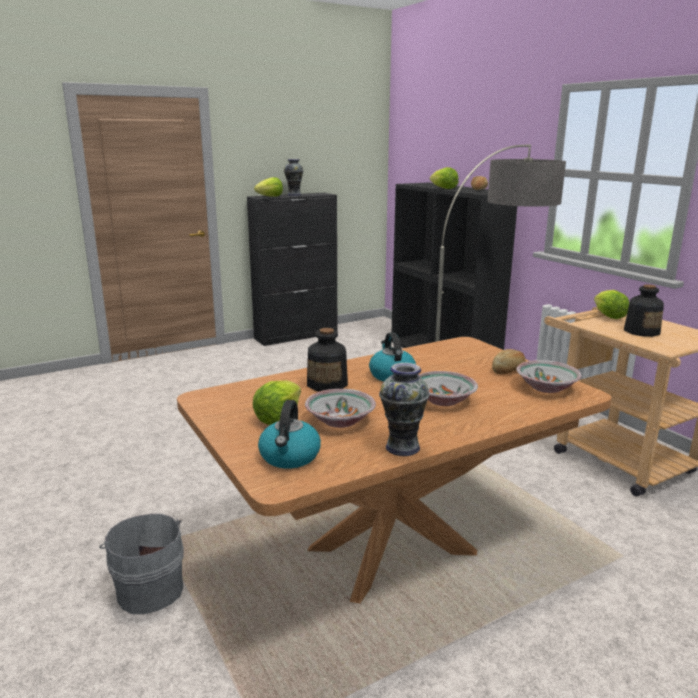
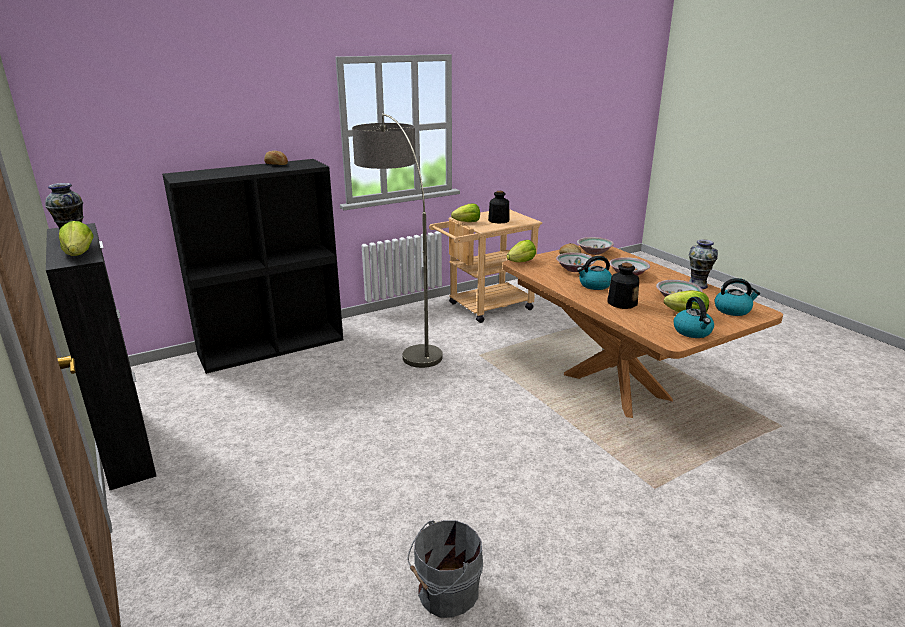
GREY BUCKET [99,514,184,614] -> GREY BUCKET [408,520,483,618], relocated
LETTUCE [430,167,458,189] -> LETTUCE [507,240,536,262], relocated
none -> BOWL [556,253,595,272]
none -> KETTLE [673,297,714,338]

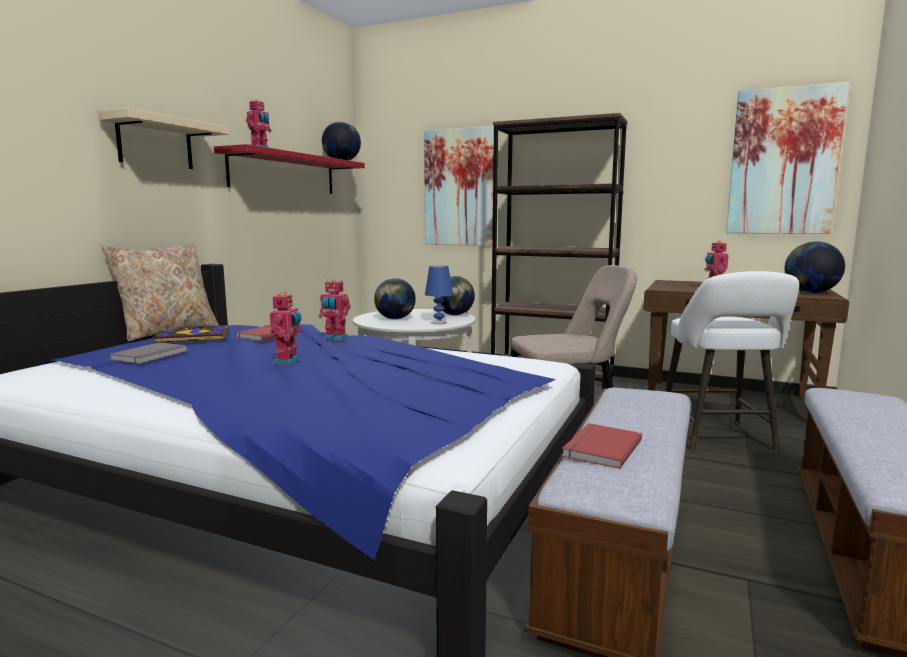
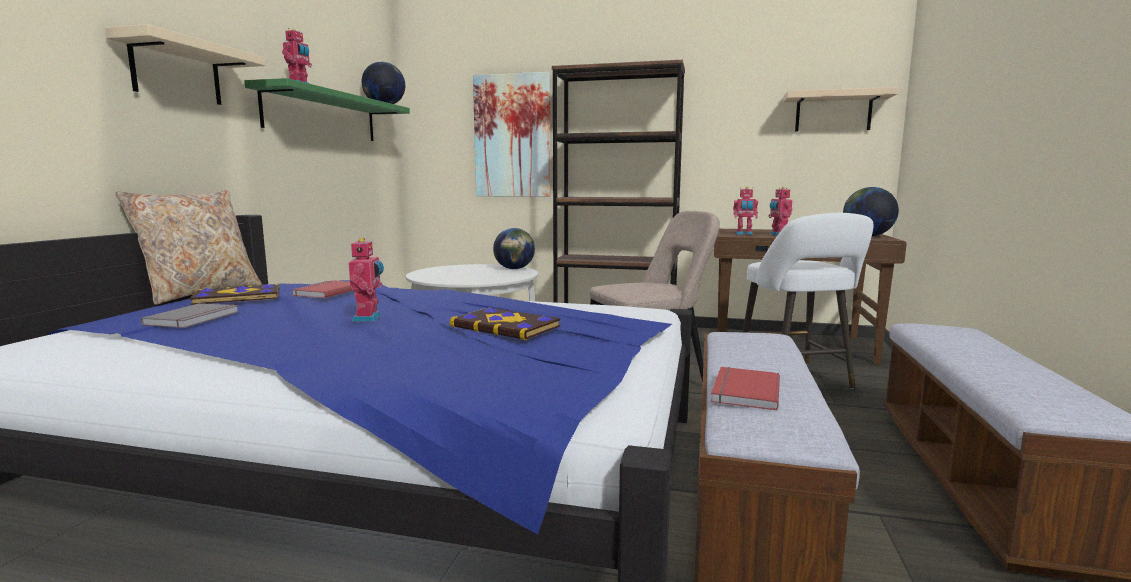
RED SHELF [214,144,365,194] -> GREEN SHELF [244,78,410,141]
none -> BOOK [450,307,561,340]
TOY ROBOT [318,279,351,340] -> TOY ROBOT [733,187,758,235], relocated
PICTURE [726,82,849,234] -> BEIGE SHELF [783,87,899,132]
GLOBE [374,278,416,319] -> none
BLUE TABLE LAMP [425,266,453,324] -> none

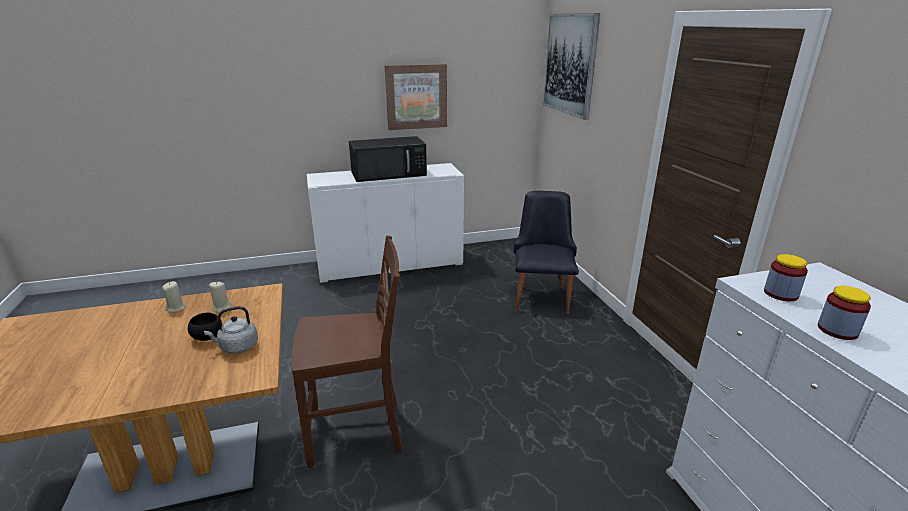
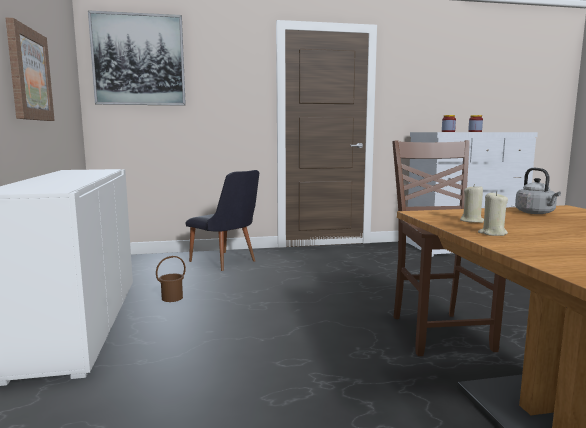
none -> BROWN BUCKET [156,256,186,302]
BLACK CHAIR [514,191,579,314] -> BLACK CHAIR [186,170,259,271], 150 degrees counterclockwise
BLACK BOWL [188,313,222,341] -> none
BLACK MICROWAVE [349,136,427,182] -> none

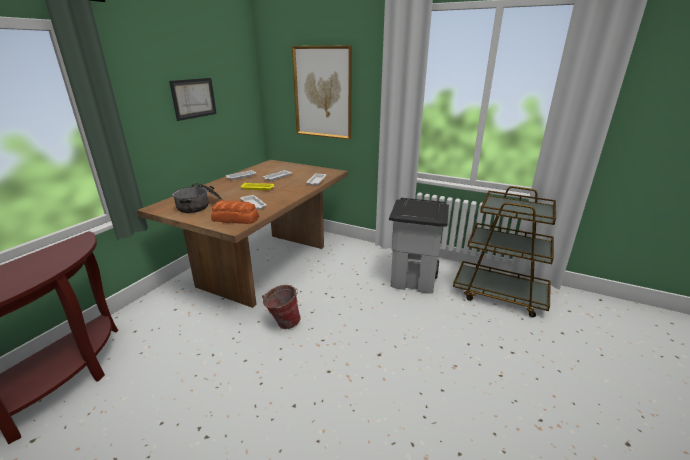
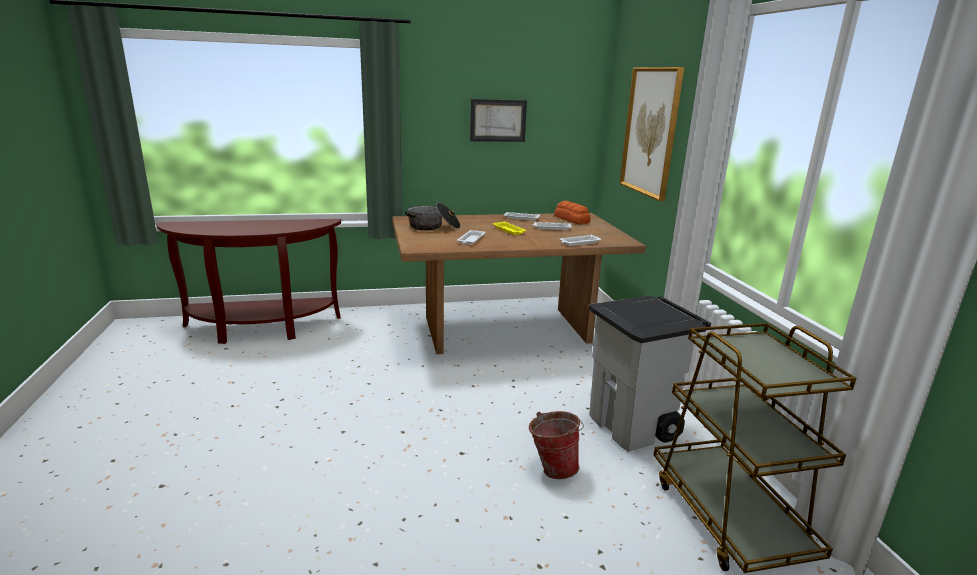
BUCKET [262,285,301,329] -> BUCKET [529,411,584,479], relocated
BREAD [211,200,259,224] -> BREAD [554,201,591,224], relocated

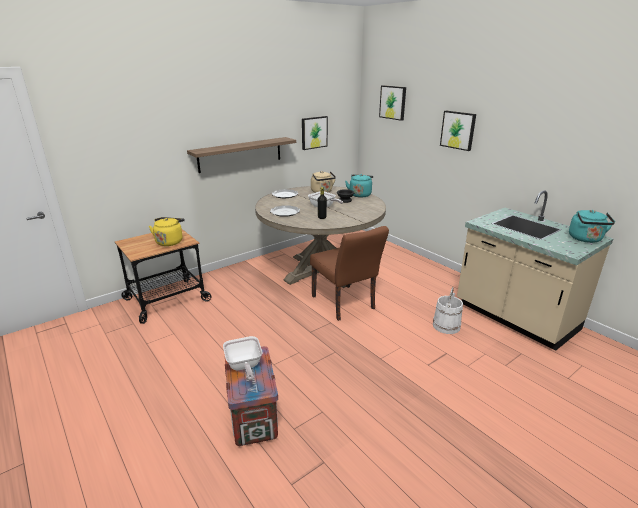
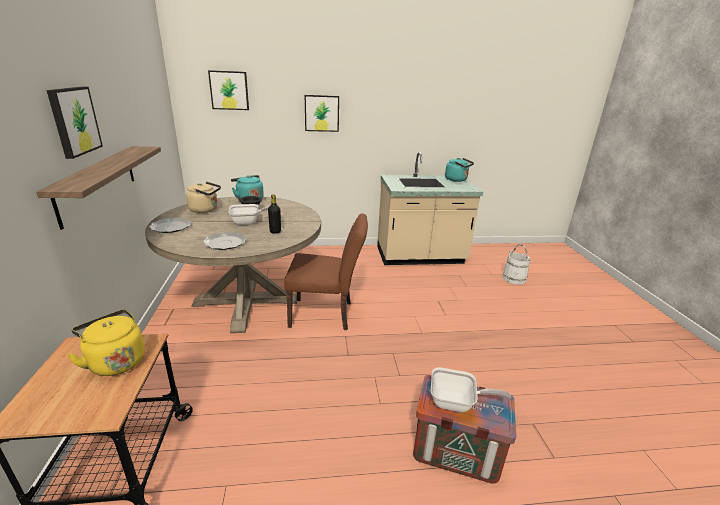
PICTURE [302,116,328,150] -> PICTURE [47,86,103,159], relocated
WHITE BUCKET [433,287,463,334] -> WHITE BUCKET [502,244,531,285], relocated

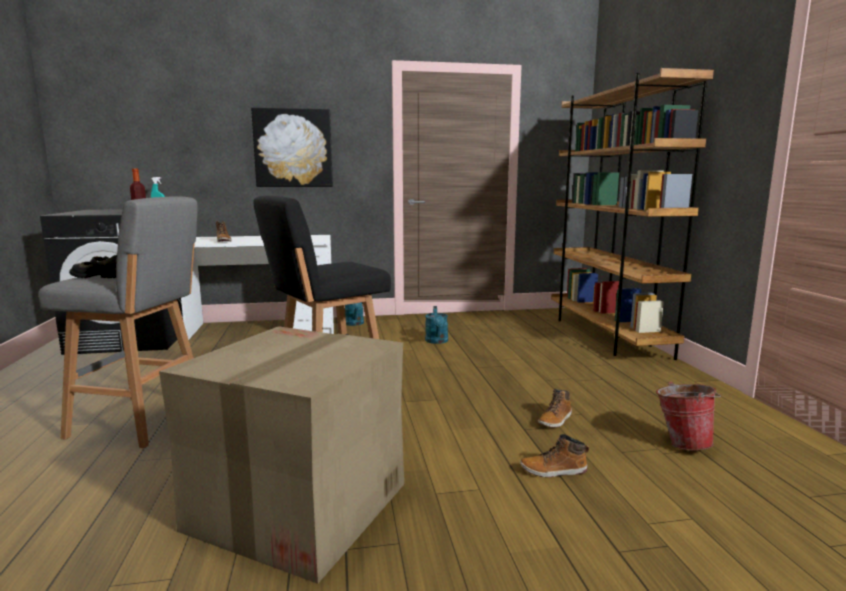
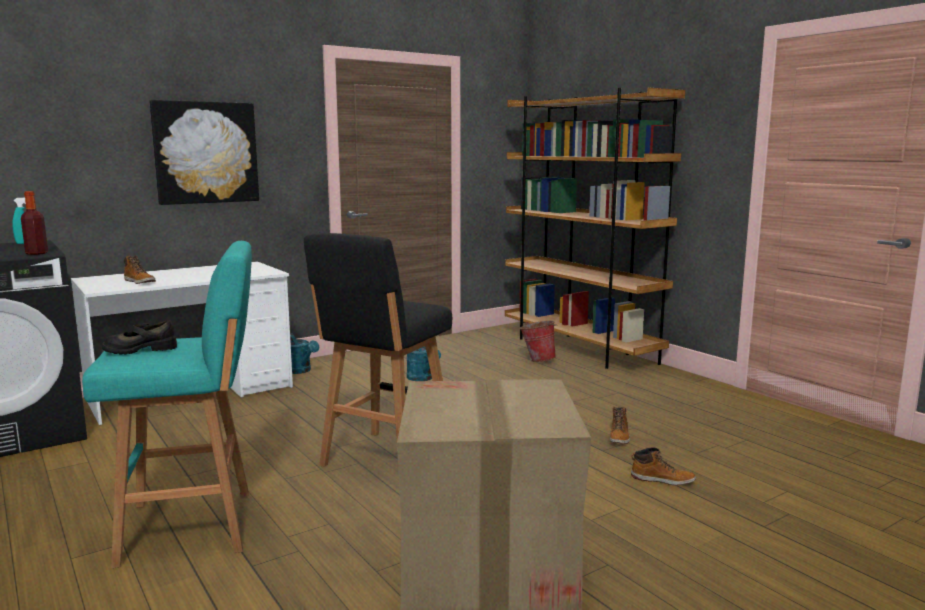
GREY STOOL [38,197,198,448] -> TURQUOISE STOOL [82,241,252,568]
BUCKET [656,382,721,451] -> BUCKET [520,321,556,362], relocated
BOOT [520,434,589,478] -> BOOT [631,447,696,485], 135 degrees counterclockwise

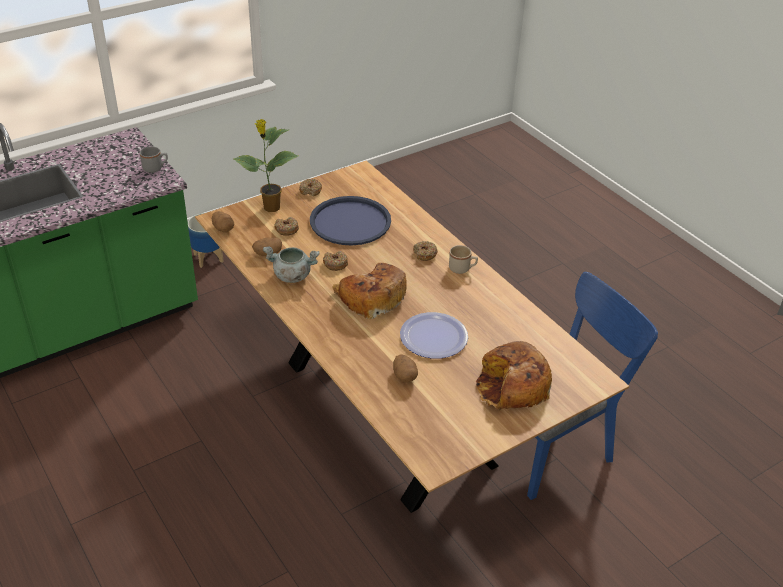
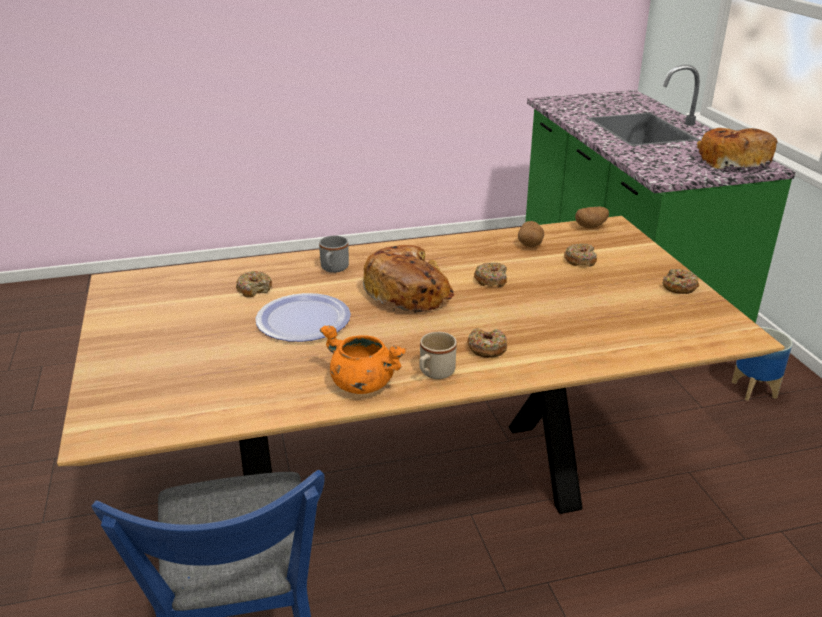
POTATO [393,354,418,383] -> DONUT [236,271,272,297]
GREY MUG [140,146,168,173] -> GREY MUG [319,236,349,273], relocated
none -> ORANGE COOKING POT [320,325,406,394]
BREAD [476,341,552,410] -> BREAD [697,128,778,169], relocated
POTTED PLANT [234,119,298,212] -> none
GREY COOKING POT [263,247,319,283] -> none
BLUE TRAY [310,196,391,245] -> none

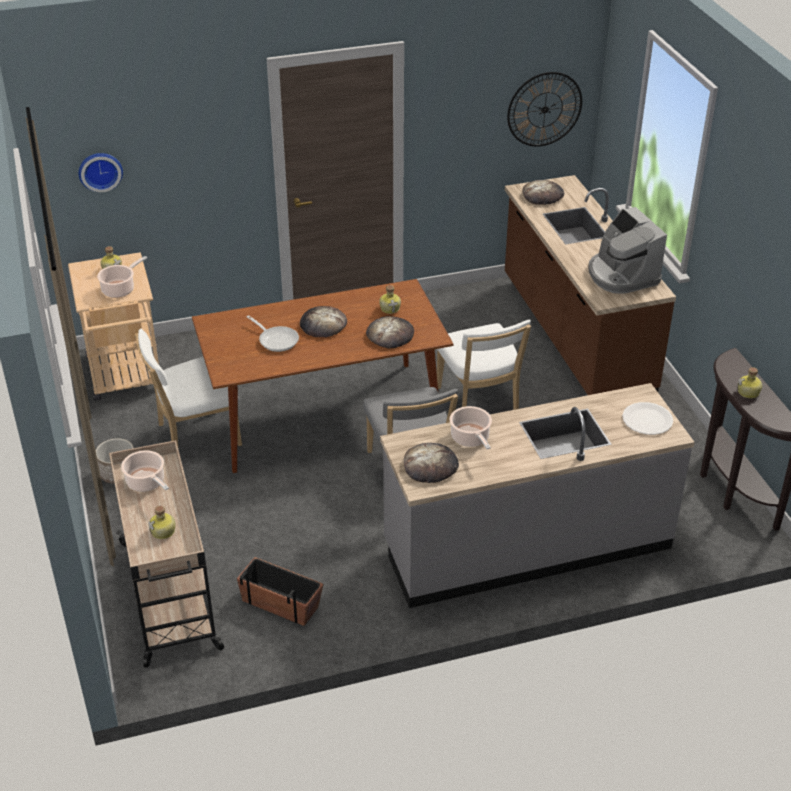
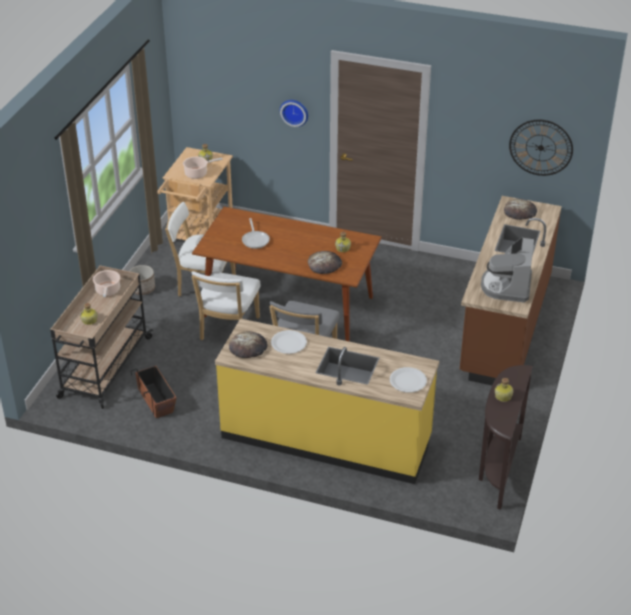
WHITE CHAIR [437,320,531,410] -> WHITE CHAIR [191,271,260,340], relocated
GREY COUNTER [380,383,695,608] -> YELLOW COUNTER [215,318,439,484]
COOKING POT [450,406,492,449] -> WHITE PLATE [271,330,307,354]
WALL CLOCK [79,153,123,192] -> WALL CLOCK [280,100,308,127], relocated
BREAD [300,306,347,337] -> none

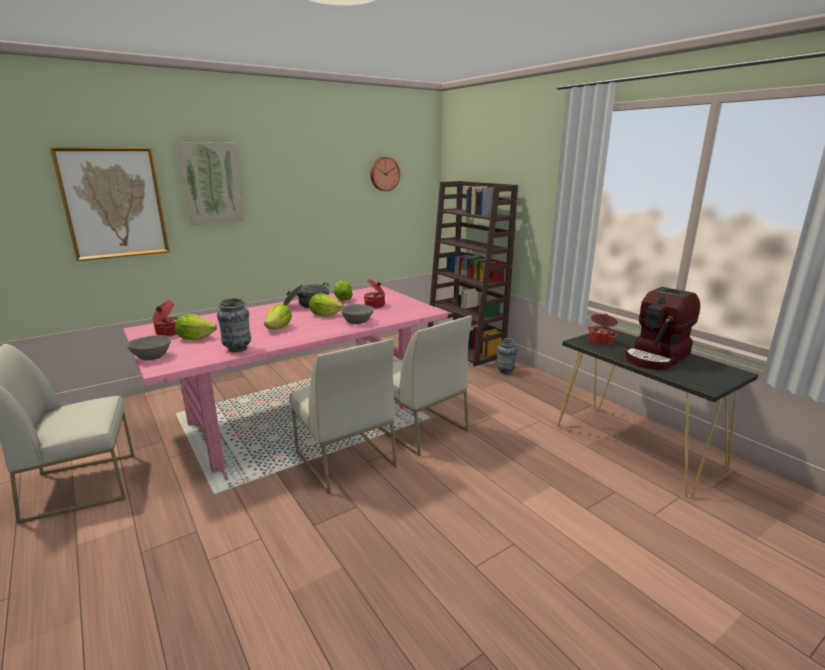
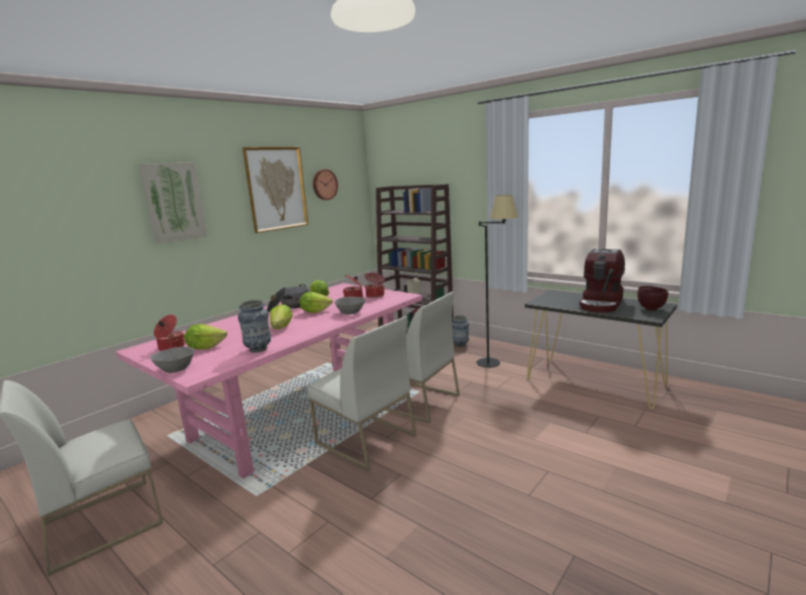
PICTURE [50,147,170,261] -> PICTURE [242,147,308,233], relocated
COOKING POT [587,314,618,345] -> COOKING POT [365,273,385,298], relocated
none -> BLACK FLOOR LAMP [476,195,518,368]
none -> BROWN BOWL [637,286,668,311]

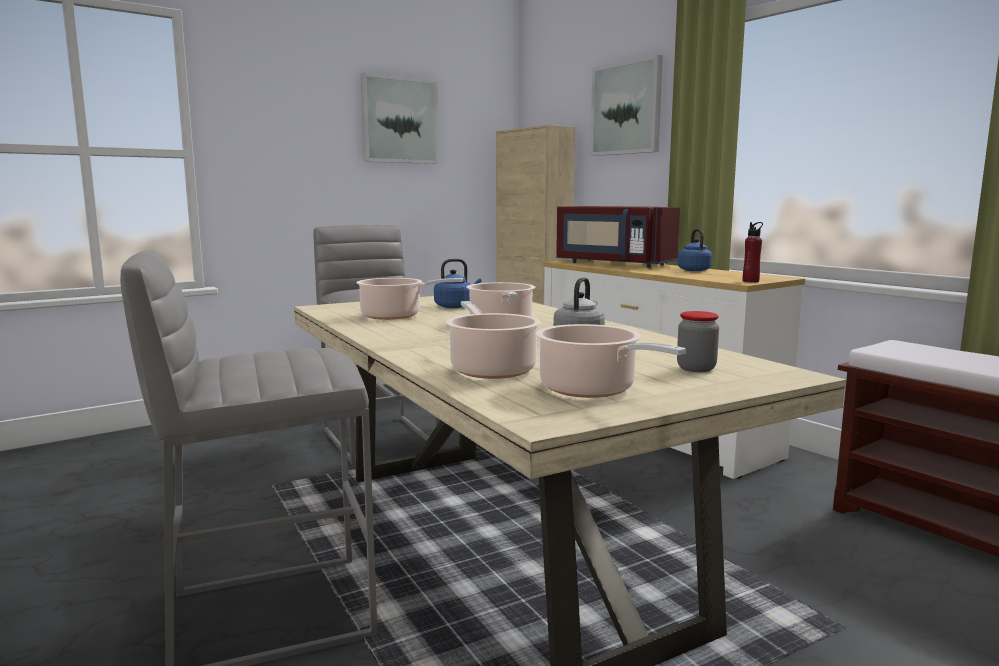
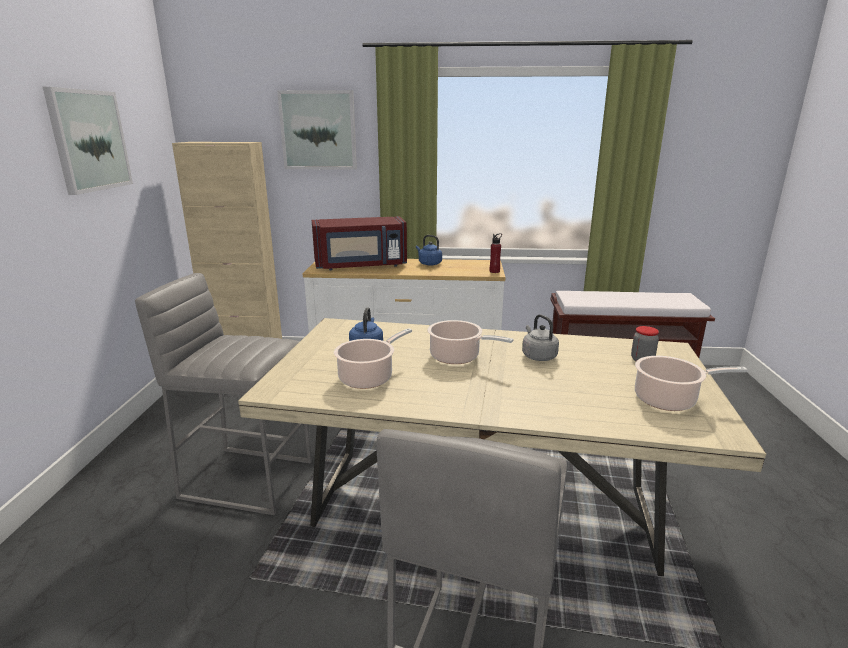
COOKING POT [446,301,541,379] -> none

